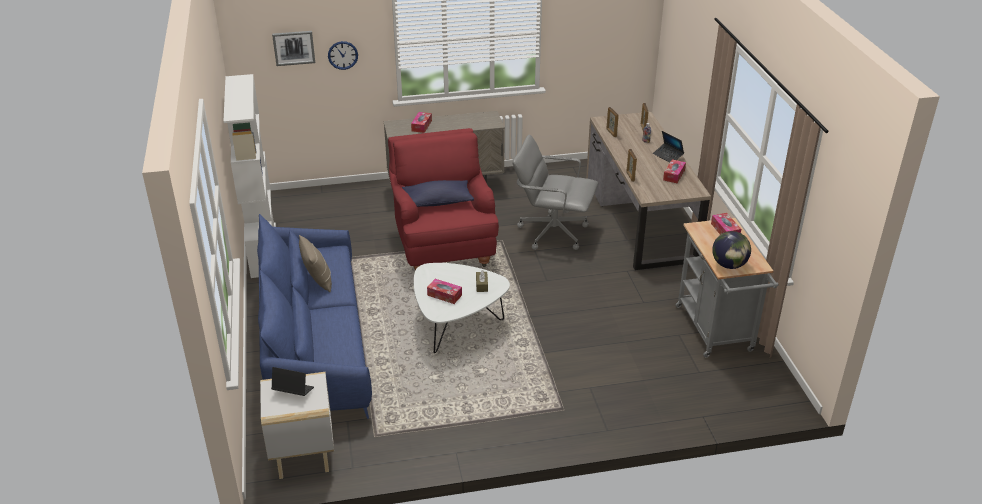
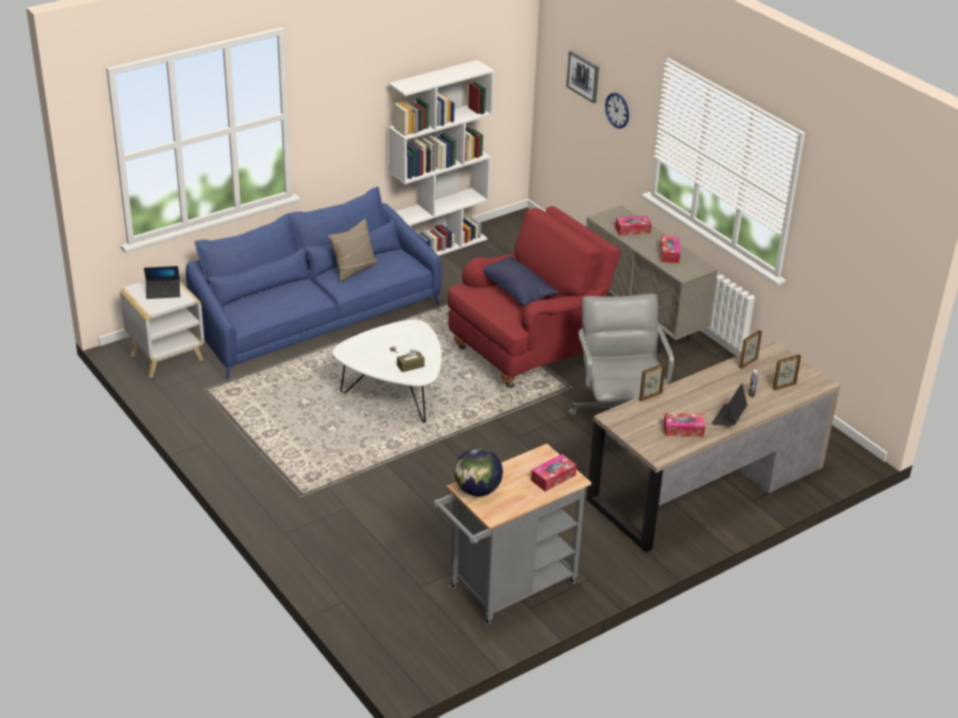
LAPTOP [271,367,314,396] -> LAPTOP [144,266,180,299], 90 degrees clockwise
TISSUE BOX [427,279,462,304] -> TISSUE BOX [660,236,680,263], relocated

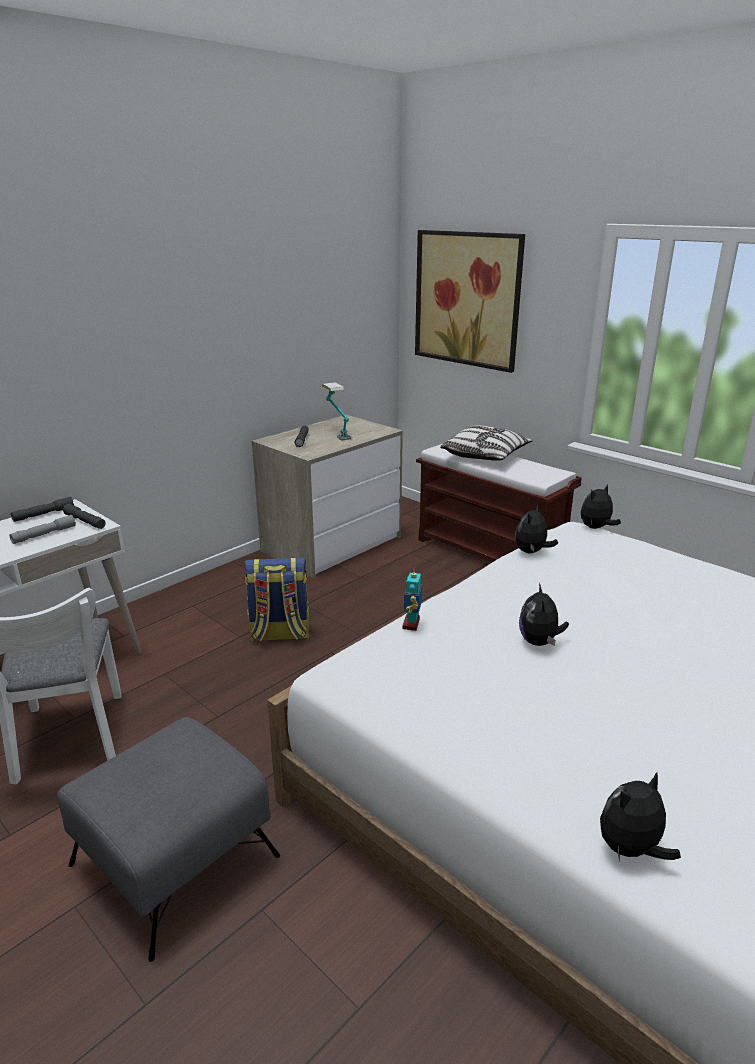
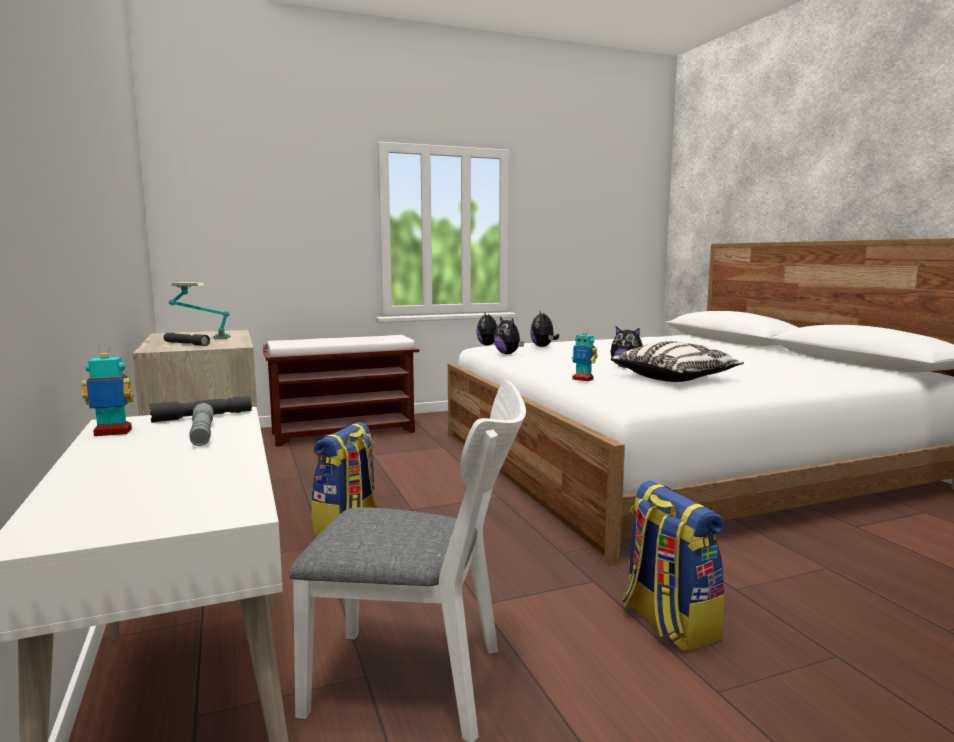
GREY FLASHLIGHT [11,497,74,522] -> TOY ROBOT [82,344,134,436]
PLUSH TOY [600,772,681,862] -> PLUSH TOY [530,312,559,347], relocated
PILLOW [440,425,533,461] -> PILLOW [611,341,744,382], relocated
GREY OTTOMAN [57,717,280,962] -> BACKPACK [623,481,725,651]
PICTURE [415,230,525,373] -> none

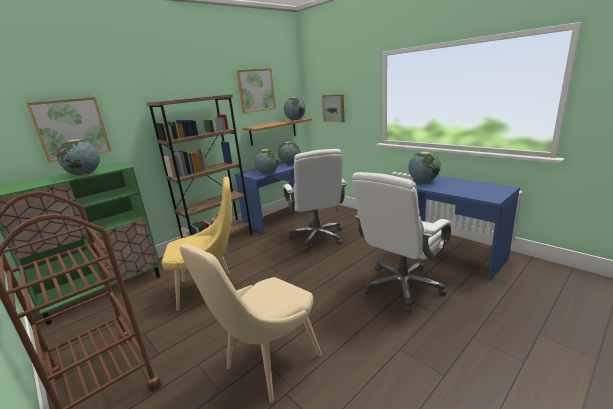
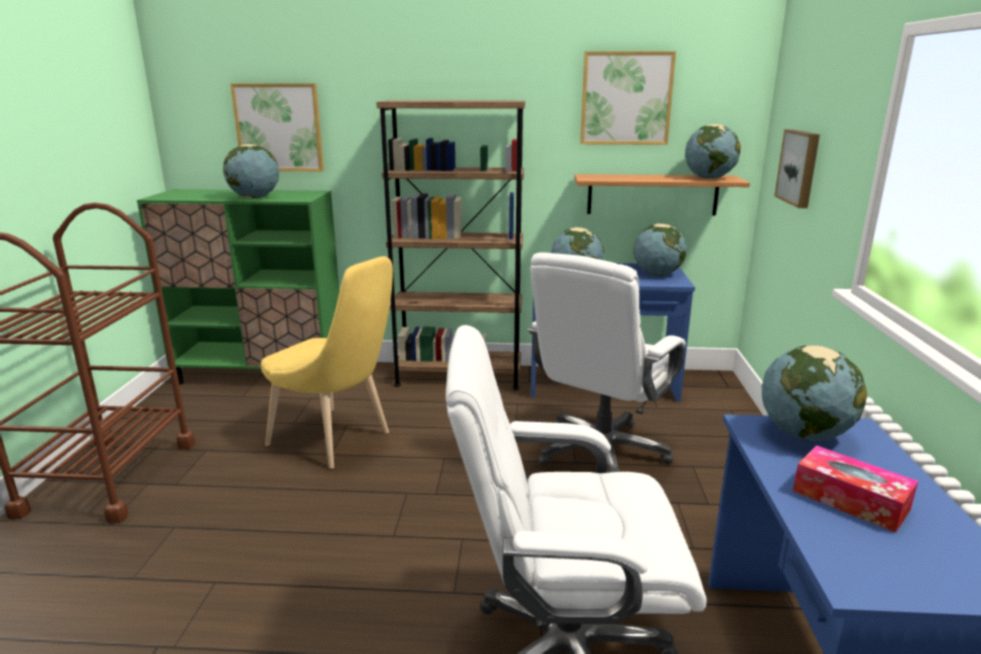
none -> TISSUE BOX [793,445,918,533]
BEIGE CHAIR [180,244,322,403] -> none

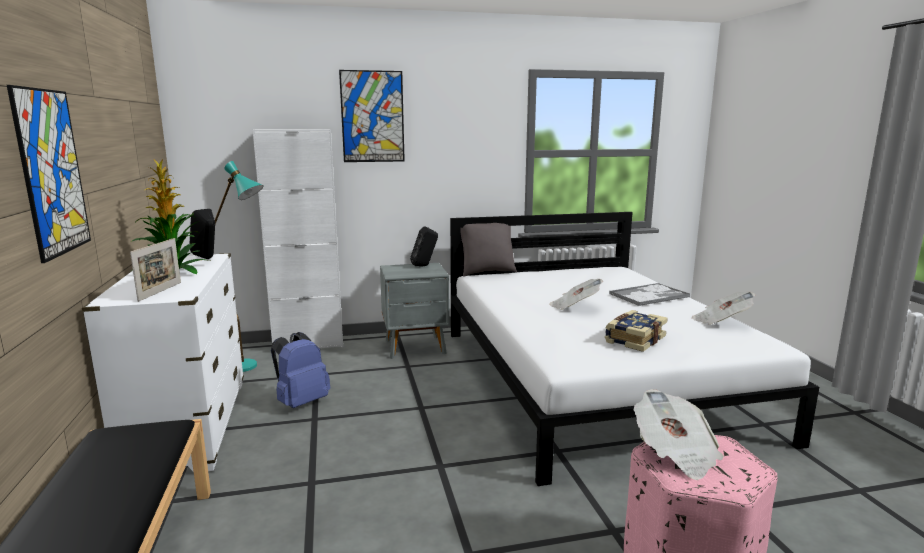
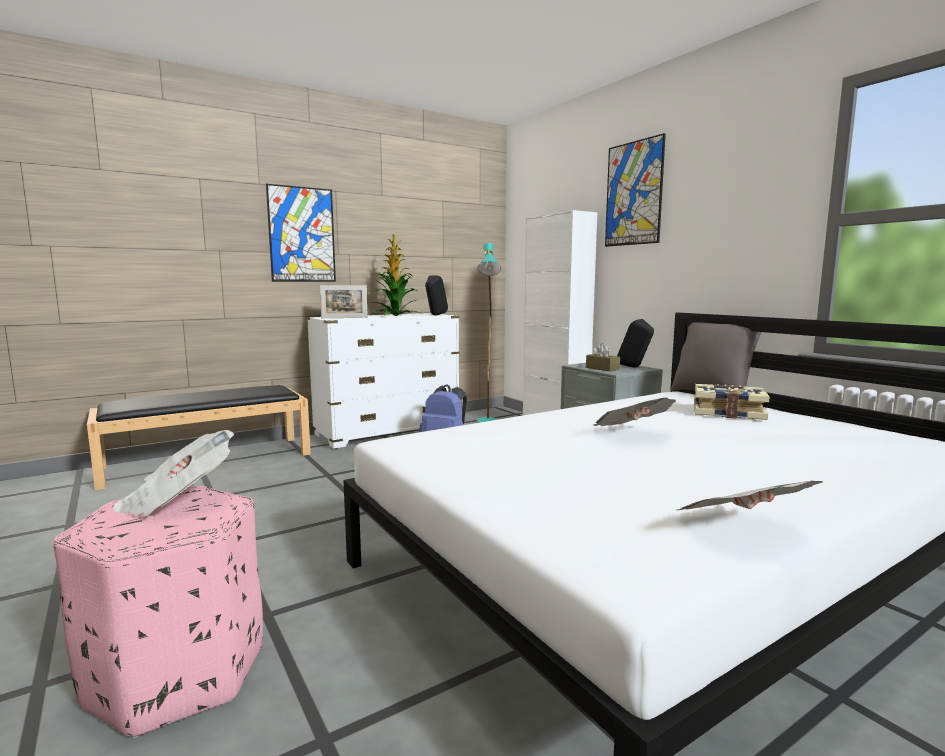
none -> BROWN TISSUE BOX [586,343,620,371]
BOOK [605,310,668,352] -> BOOK [694,384,770,420], relocated
TRAY [609,283,690,306] -> none

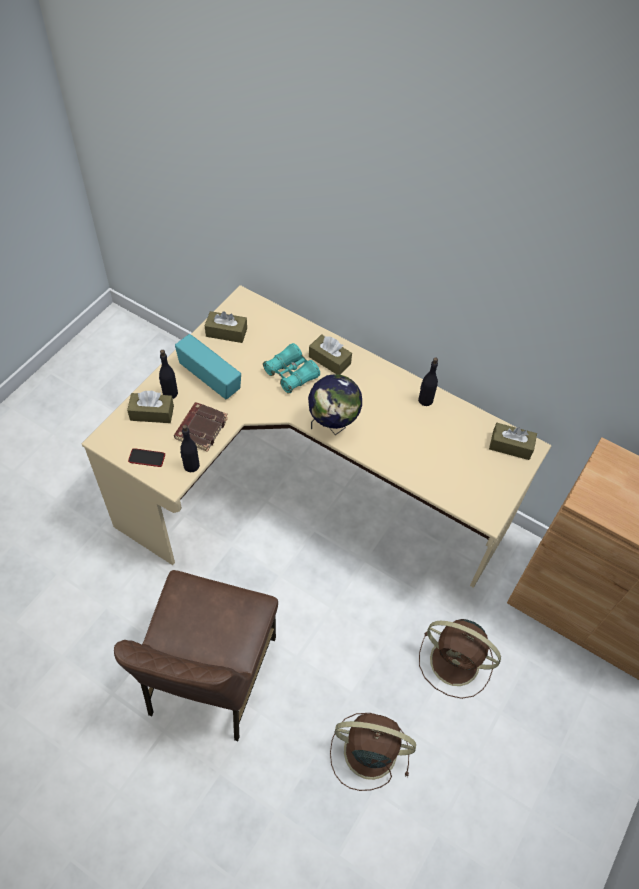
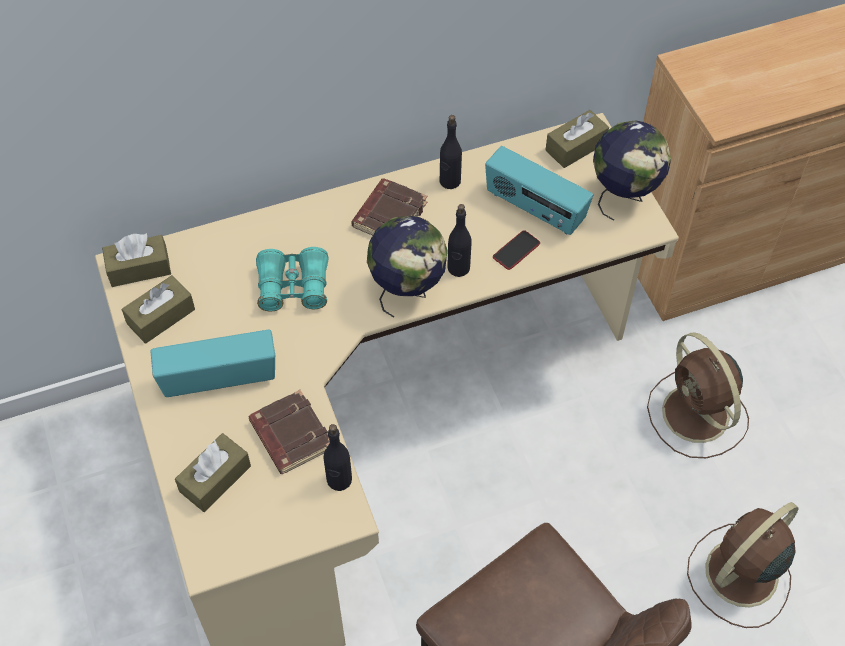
BROWN TISSUE BOX [309,334,352,375] -> BROWN TISSUE BOX [102,233,171,287], relocated
none -> BROWN BOOK [351,178,428,236]
BLACK BOTTLE [159,350,178,399] -> BLACK BOTTLE [447,204,472,277], relocated
none -> RADIO [485,146,593,235]
PHONE [128,448,165,467] -> PHONE [493,230,540,270], relocated
none -> GLOBE [593,121,671,220]
BROWN FAN [419,619,501,699] -> BROWN FAN [647,332,749,458], 90 degrees clockwise

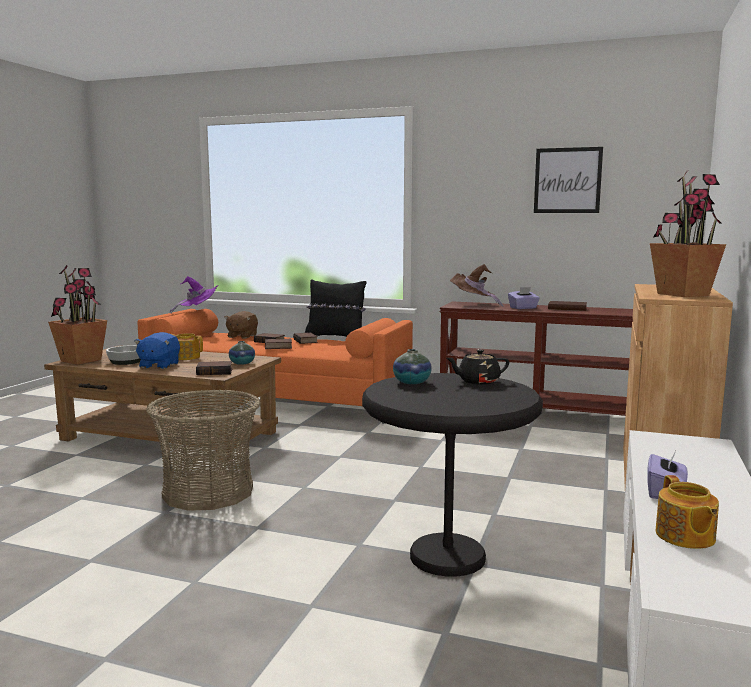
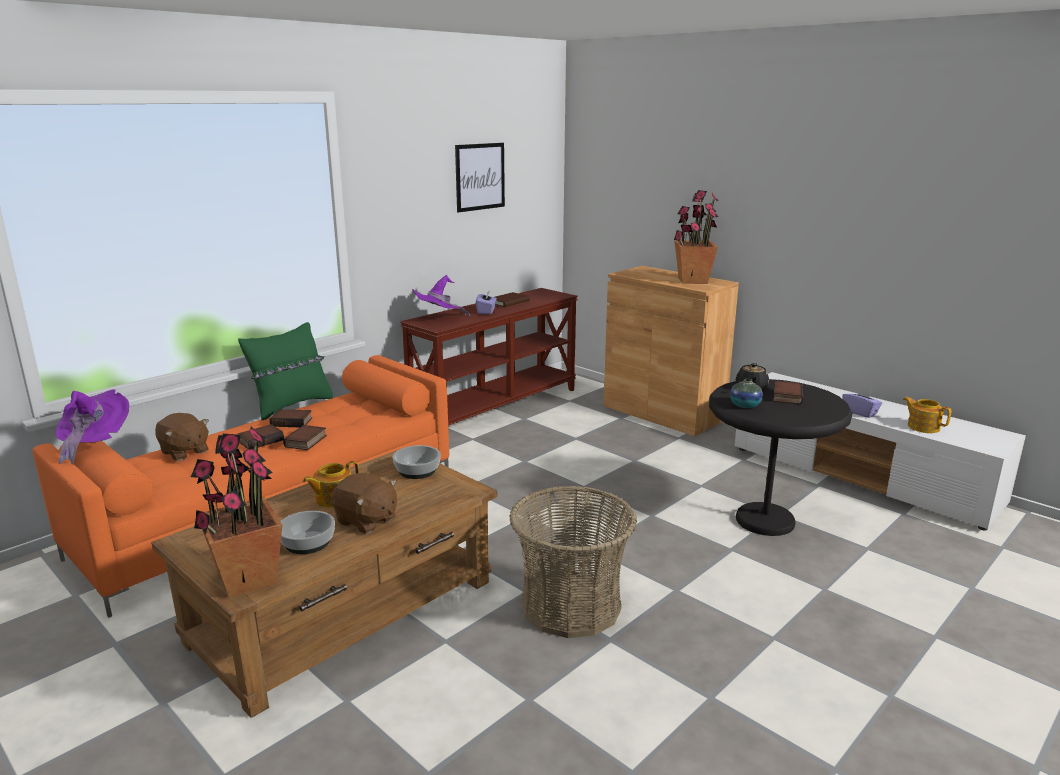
BLACK PILLOW [305,279,366,337] -> GREEN PILLOW [238,322,333,420]
BLUE PLUSH TOY [134,332,180,369] -> BROWN PLUSH TOY [331,473,397,534]
VASE [229,341,255,365] -> BOWL [393,445,441,479]
BROWN HAT [450,264,503,306] -> PURPLE HAT [412,275,470,316]
BOOK [196,361,232,375] -> BOOK [774,381,804,404], relocated
TEAPOT [656,475,719,549] -> TEAPOT [903,397,951,433], 150 degrees counterclockwise

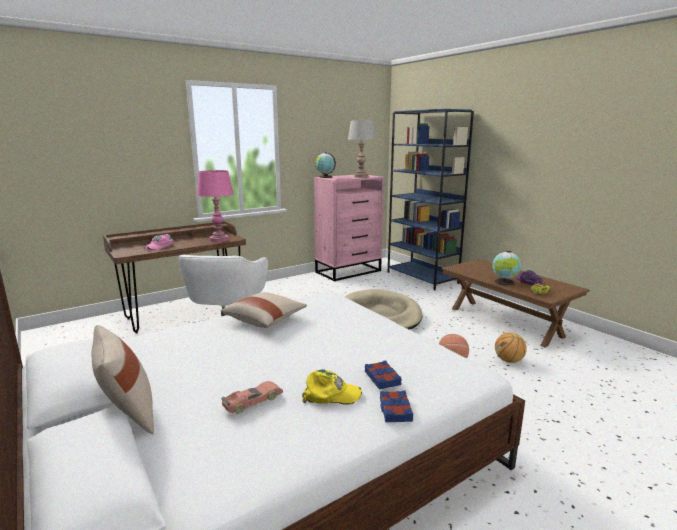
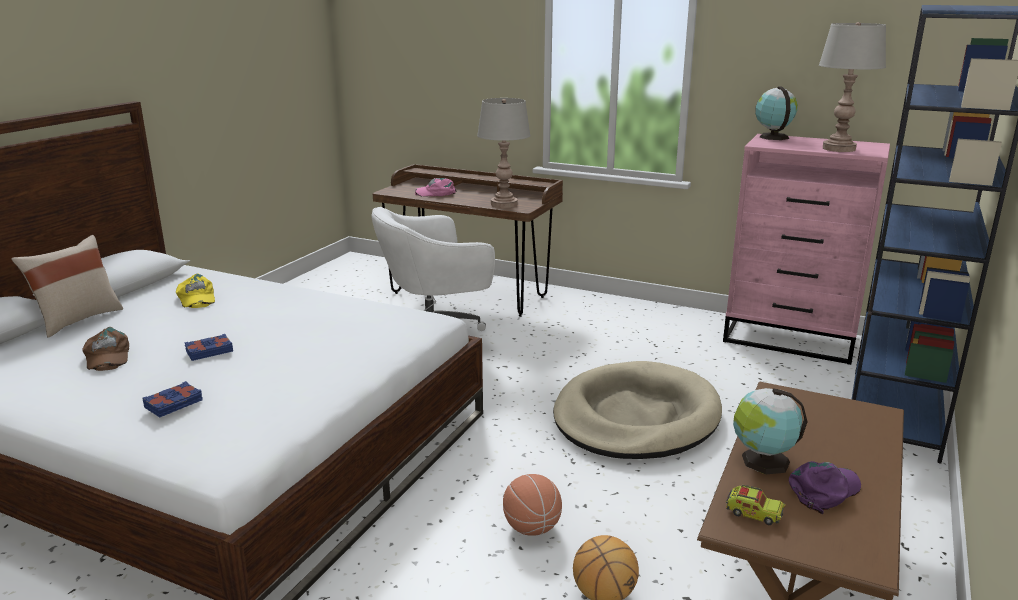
TOY CAR [221,381,283,414] -> BROWN CAP [82,327,129,371]
YELLOW CAP [302,370,362,404] -> YELLOW CAP [176,274,215,308], relocated
BLUE BOOK [380,390,413,422] -> BLUE BOOK [184,334,233,361], relocated
PINK TABLE LAMP [197,170,234,242] -> GREY TABLE LAMP [477,98,531,208]
BEIGE PILLOW [221,292,307,328] -> none

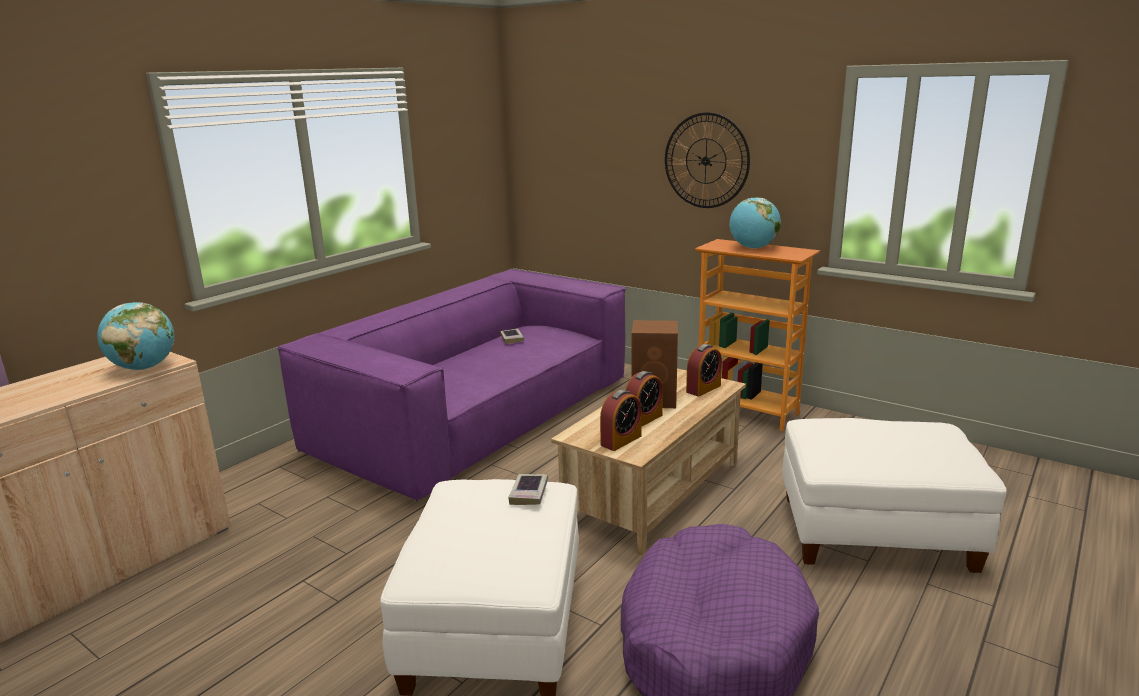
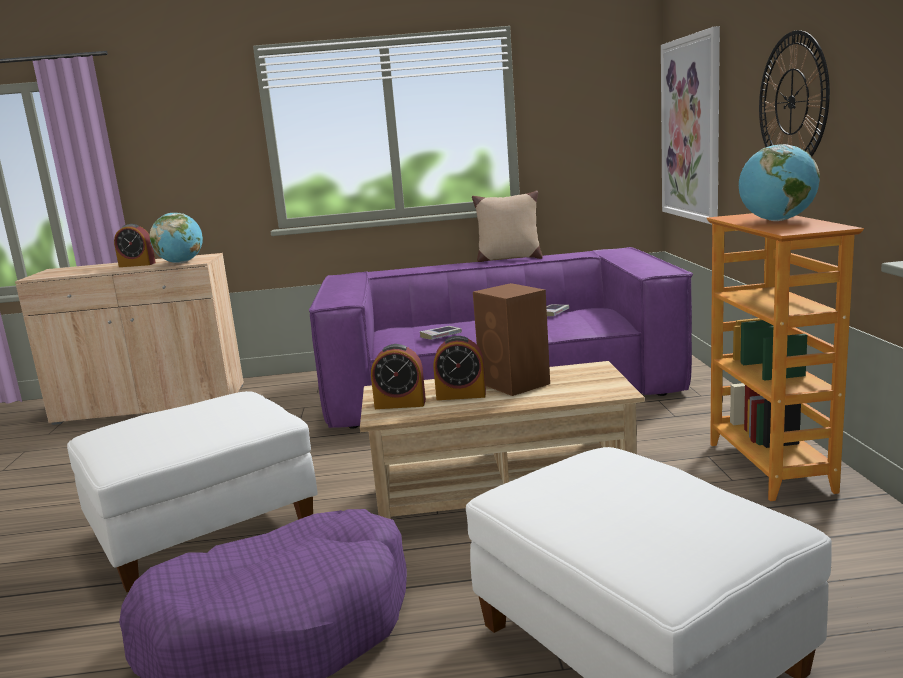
ALARM CLOCK [686,344,722,396] -> ALARM CLOCK [114,224,156,267], relocated
BOOK [508,474,548,505] -> BOOK [420,326,462,340], relocated
none -> BEIGE PILLOW [472,191,543,262]
none -> PICTURE [661,26,720,225]

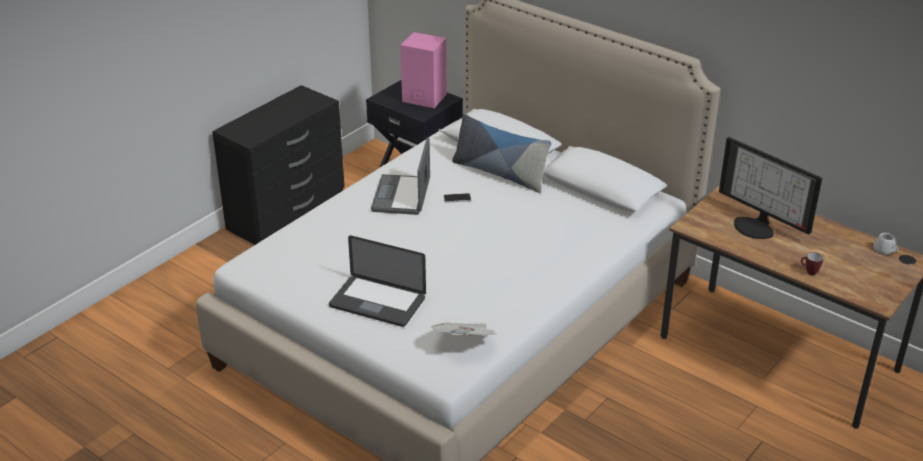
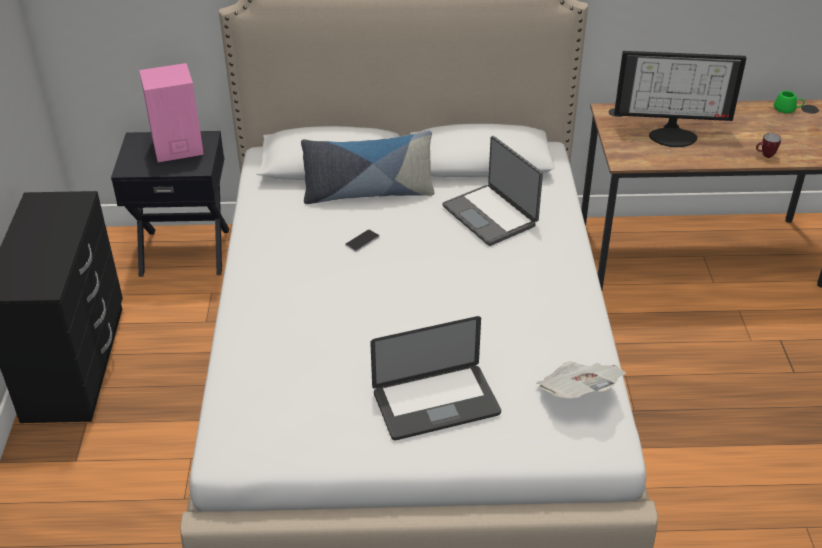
LAPTOP [371,137,430,215] -> LAPTOP [442,136,543,246], relocated
WHITE MUG [873,233,898,255] -> GREEN MUG [774,91,805,113]

